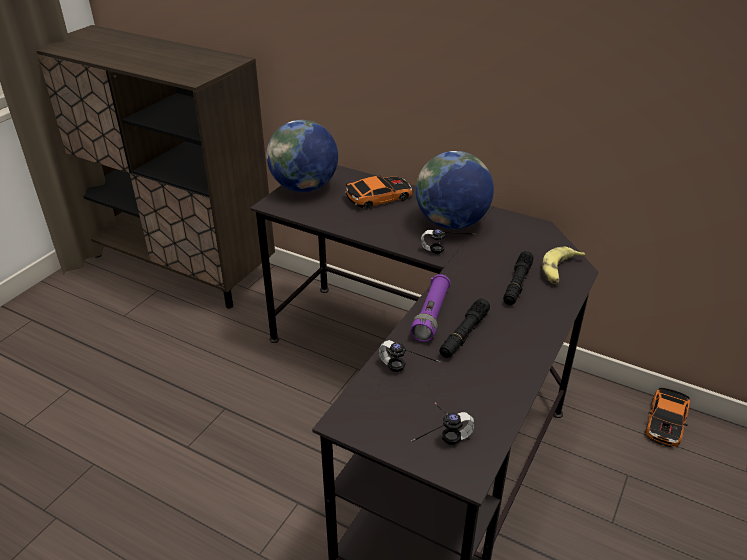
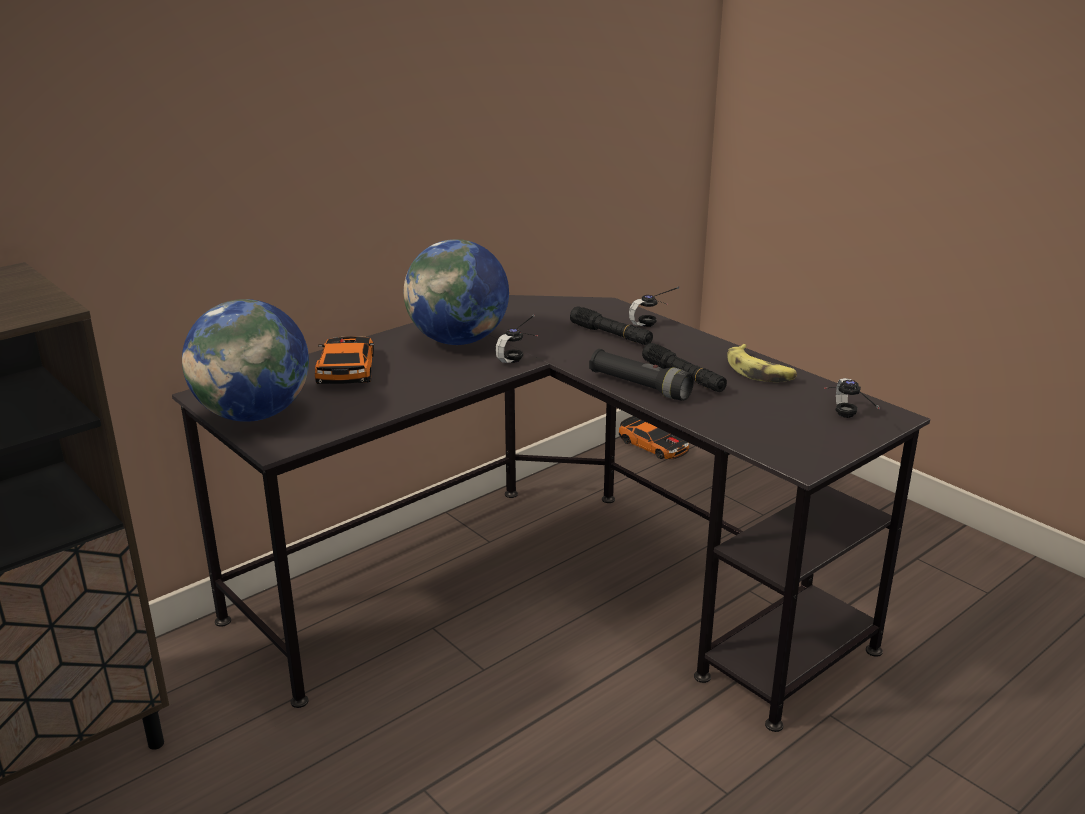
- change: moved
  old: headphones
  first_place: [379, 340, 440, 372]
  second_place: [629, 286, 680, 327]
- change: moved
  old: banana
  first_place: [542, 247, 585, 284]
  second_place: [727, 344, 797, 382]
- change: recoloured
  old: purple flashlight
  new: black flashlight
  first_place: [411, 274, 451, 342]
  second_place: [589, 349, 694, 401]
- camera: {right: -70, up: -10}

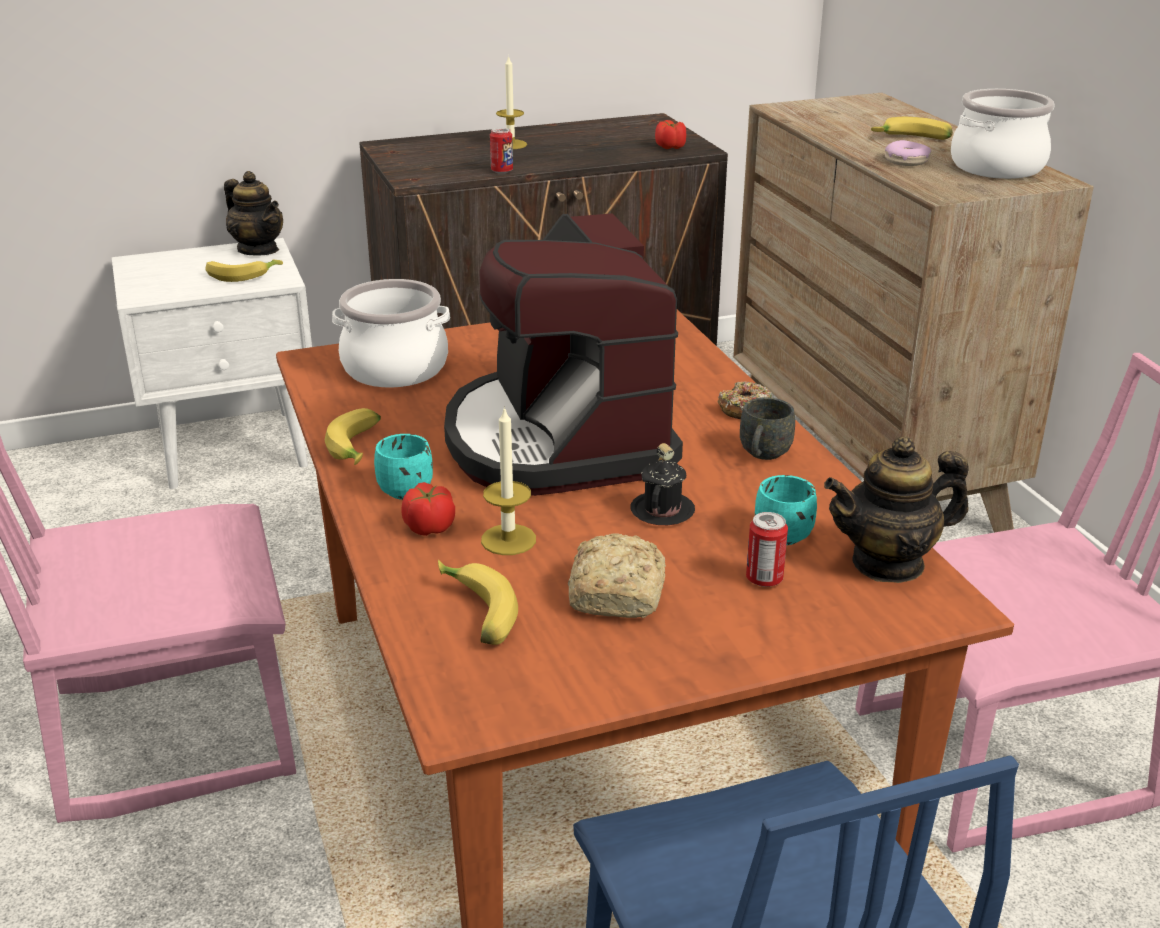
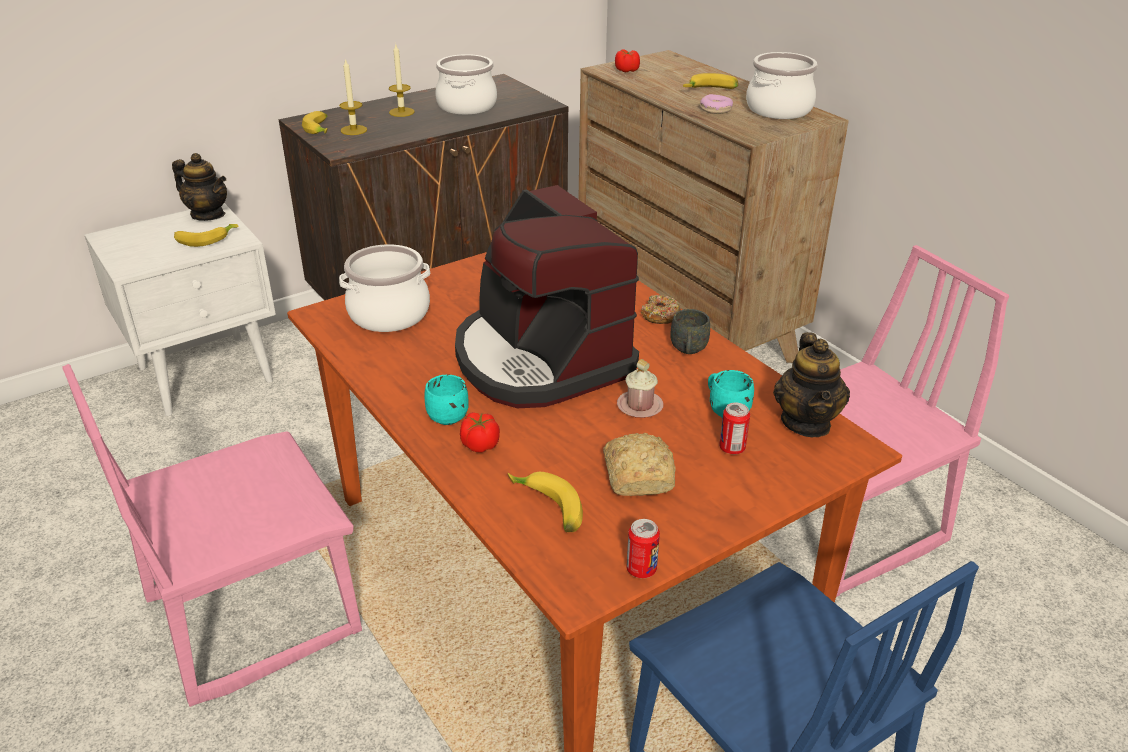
- change: added
  new: cooking pot
  second_place: [435, 54, 497, 115]
- change: moved
  old: banana
  first_place: [325, 408, 381, 465]
  second_place: [302, 111, 327, 134]
- change: moved
  old: candle
  first_place: [481, 406, 536, 555]
  second_place: [339, 59, 367, 135]
- change: moved
  old: can
  first_place: [490, 128, 513, 174]
  second_place: [626, 519, 660, 578]
- change: moved
  old: tomato
  first_place: [655, 120, 686, 149]
  second_place: [615, 49, 640, 72]
- change: recoloured
  old: black mug
  new: pink mug
  first_place: [630, 443, 695, 525]
  second_place: [617, 359, 664, 418]
- change: turned
  old: teapot
  first_place: [824, 436, 969, 583]
  second_place: [773, 332, 850, 437]
  degrees: -60
- camera: {right: -15, up: 5}

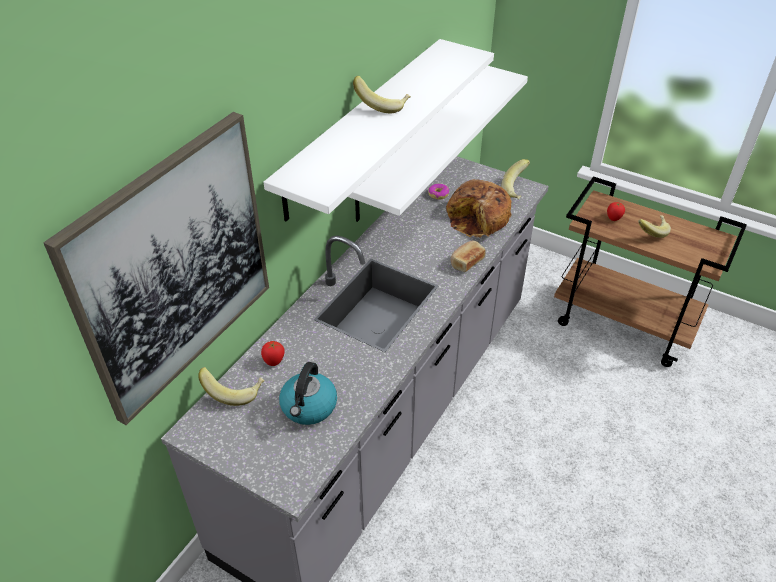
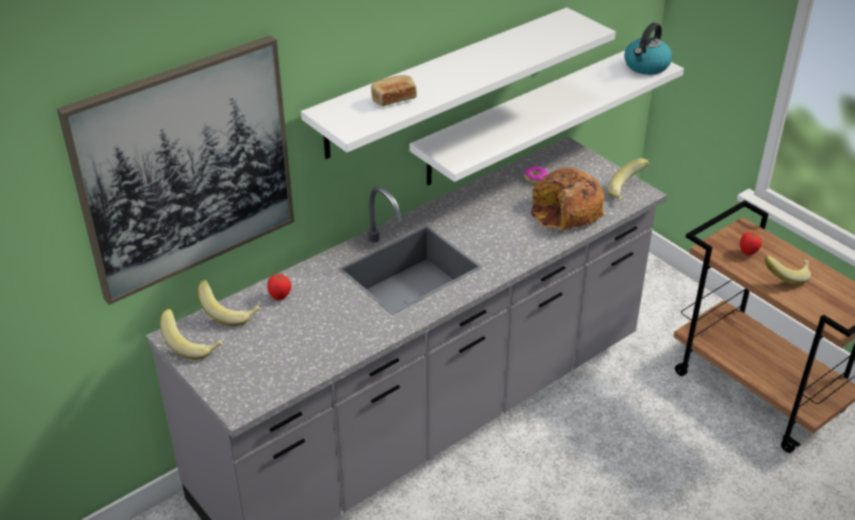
- change: moved
  old: kettle
  first_place: [279, 362, 337, 425]
  second_place: [624, 23, 672, 75]
- change: moved
  old: banana
  first_place: [353, 76, 411, 113]
  second_place: [160, 309, 223, 360]
- change: moved
  old: bread
  first_place: [450, 241, 486, 272]
  second_place: [371, 75, 417, 106]
- camera: {right: 20, up: -5}

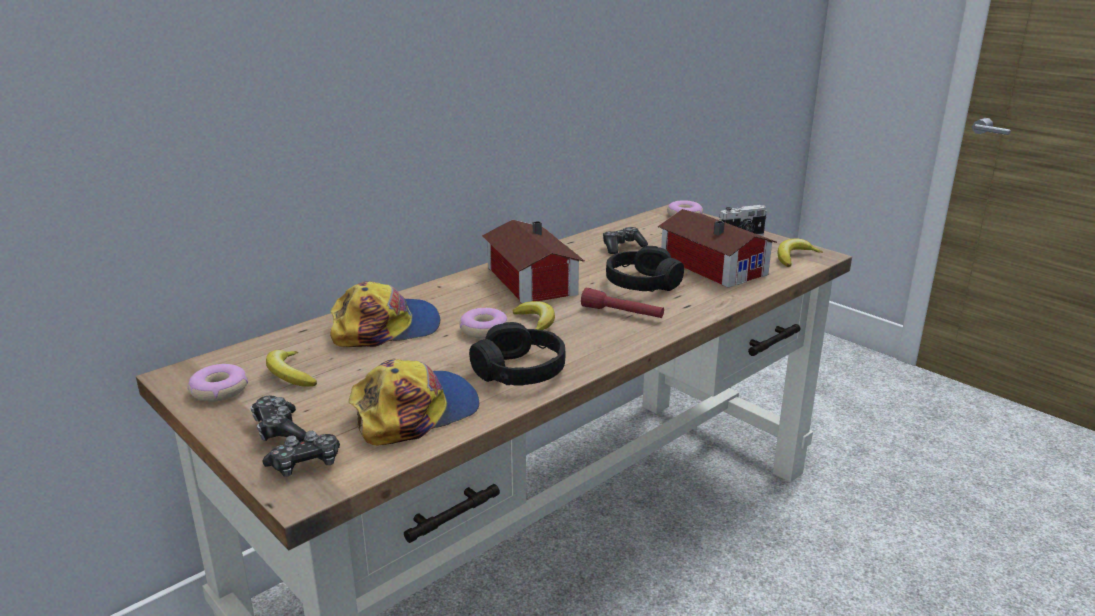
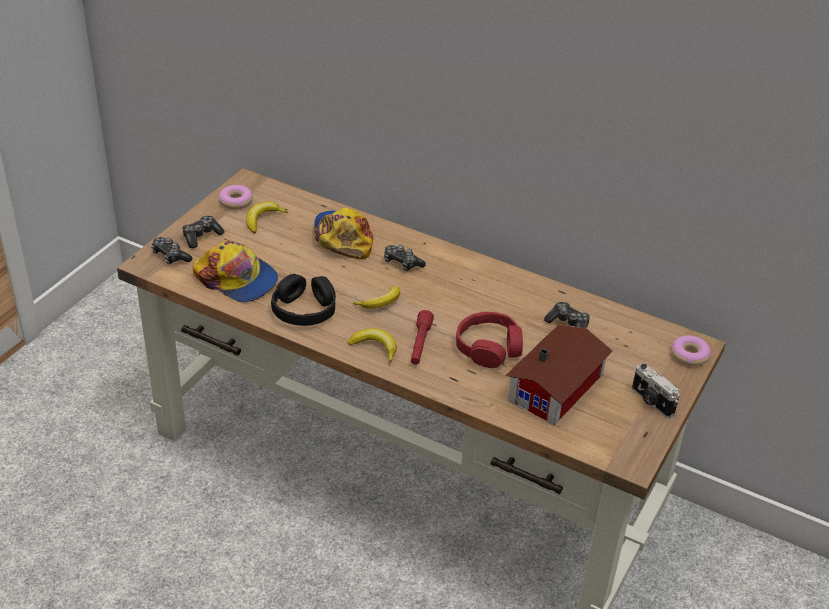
- change: removed
  old: donut
  first_place: [459, 308, 508, 338]
- change: removed
  old: toy house
  first_place: [482, 220, 585, 303]
- change: added
  new: game controller
  second_place: [384, 245, 426, 271]
- change: moved
  old: banana
  first_place: [778, 239, 823, 267]
  second_place: [348, 328, 397, 364]
- change: recoloured
  old: black headphones
  new: red headphones
  first_place: [606, 246, 684, 292]
  second_place: [456, 312, 523, 368]
- change: turned
  old: cap
  first_place: [330, 281, 440, 347]
  second_place: [314, 208, 373, 259]
  degrees: -150
- camera: {right: 70, up: 15}

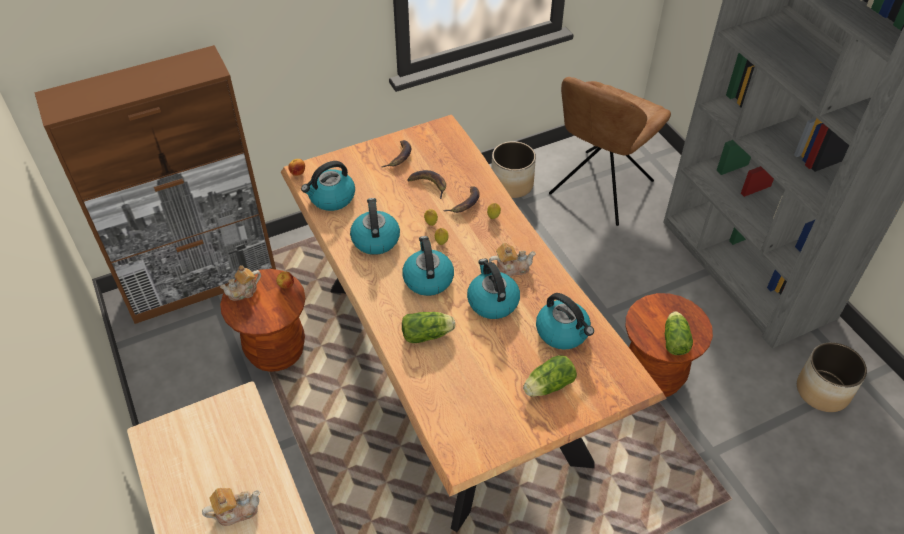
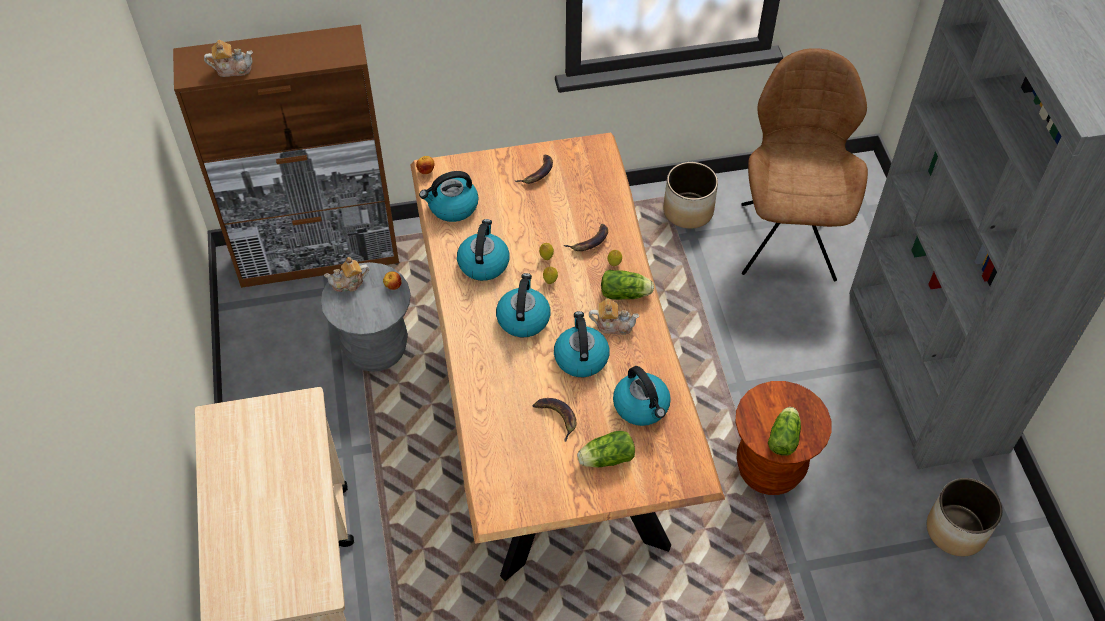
- change: moved
  old: teapot
  first_place: [202, 488, 260, 526]
  second_place: [204, 40, 253, 77]
- change: moved
  old: lettuce
  first_place: [402, 312, 455, 343]
  second_place: [601, 270, 654, 300]
- change: moved
  old: banana
  first_place: [407, 170, 446, 199]
  second_place: [533, 398, 576, 442]
- change: recoloured
  old: brown stool
  new: grey stool
  first_place: [220, 269, 305, 372]
  second_place: [321, 262, 410, 372]
- change: turned
  old: brown chair
  first_place: [549, 77, 671, 226]
  second_place: [741, 48, 868, 281]
  degrees: 135
- camera: {right: 15, up: 5}

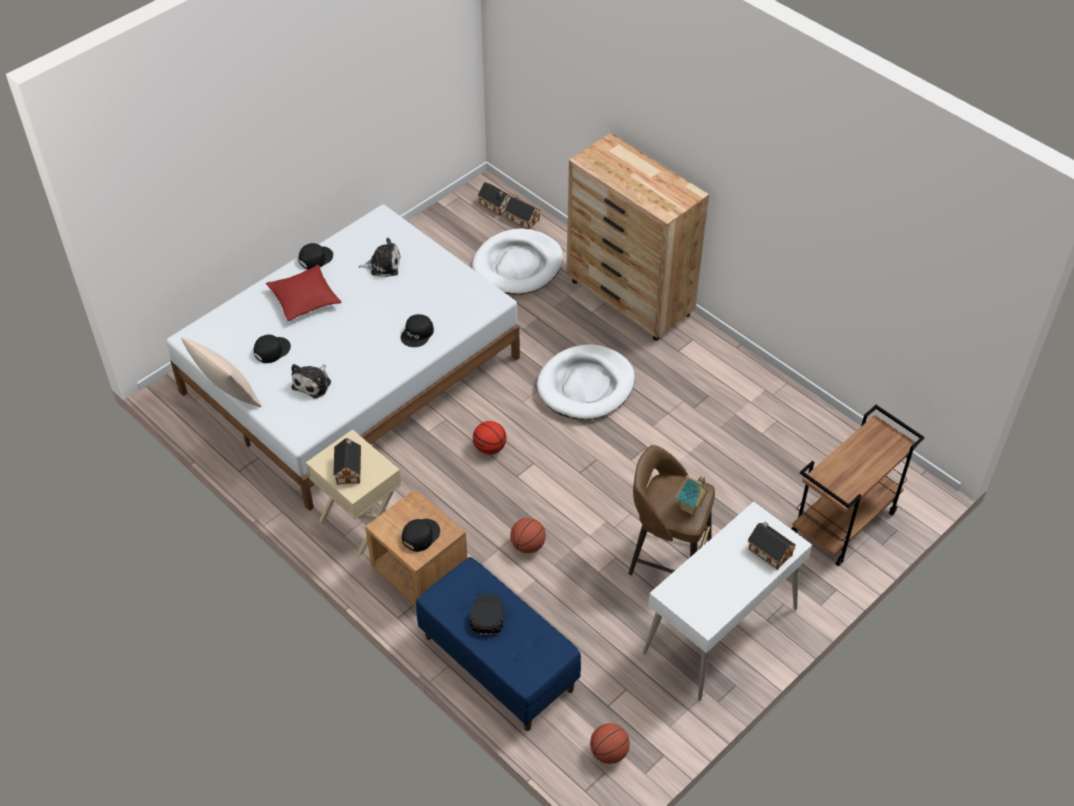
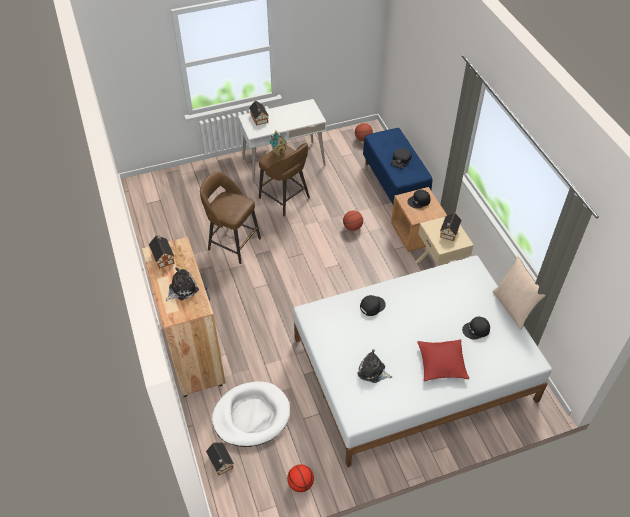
- change: removed
  old: black cap
  first_place: [299, 243, 333, 270]
- change: removed
  old: white dog bed
  first_place: [537, 344, 635, 420]
- change: removed
  old: brown cart
  first_place: [792, 405, 925, 566]
- change: added
  new: brown stool
  second_place: [200, 171, 261, 264]
- change: moved
  old: plush toy
  first_place: [291, 364, 331, 398]
  second_place: [166, 267, 199, 301]
- change: moved
  old: basketball
  first_place: [473, 421, 507, 455]
  second_place: [287, 465, 314, 492]
- change: moved
  old: toy house
  first_place: [478, 182, 512, 216]
  second_place: [149, 235, 175, 269]
- camera: {right: -155, up: 0}

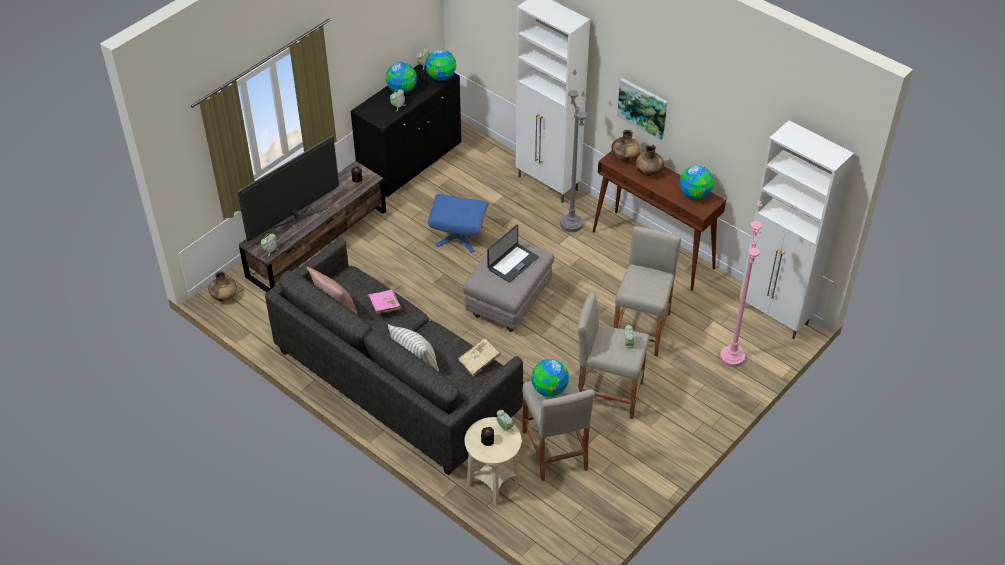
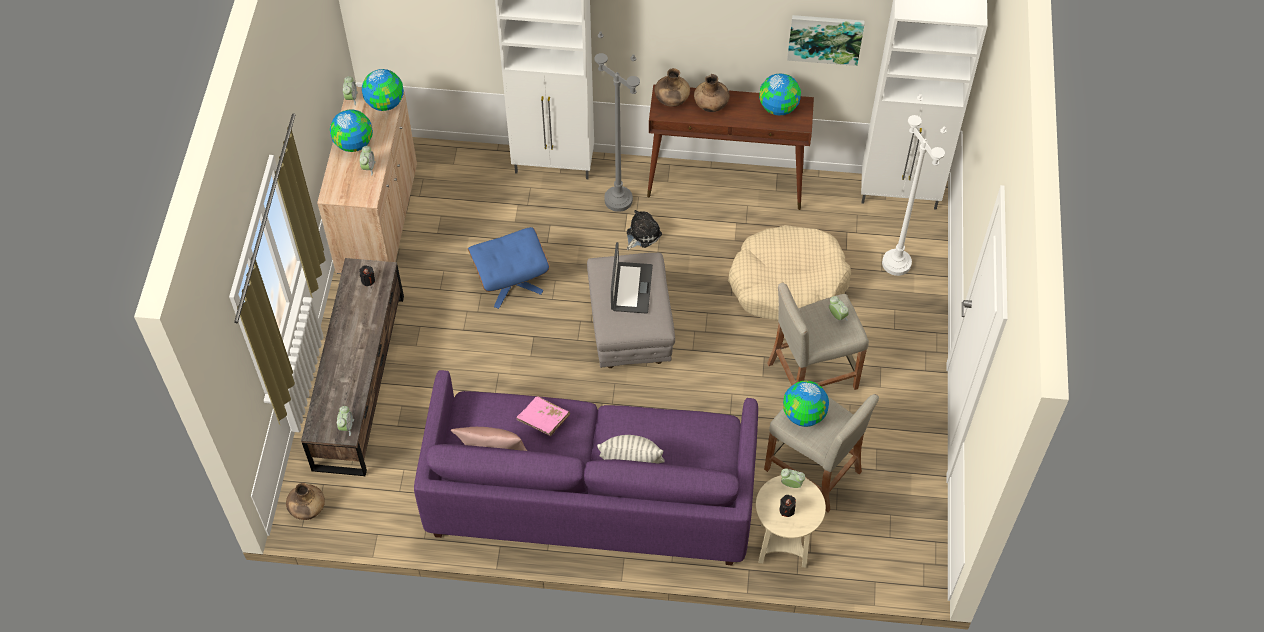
- change: removed
  old: television
  first_place: [237, 135, 339, 242]
- change: removed
  old: beige book
  first_place: [458, 338, 500, 377]
- change: added
  new: plush toy
  second_place: [627, 210, 662, 250]
- change: moved
  old: picture
  first_place: [617, 78, 668, 140]
  second_place: [787, 15, 865, 66]
- change: replaced
  old: beige stool
  new: beige dog bed
  first_place: [613, 226, 681, 356]
  second_place: [728, 225, 851, 320]
- change: recoloured
  old: grey sofa
  new: purple sofa
  first_place: [265, 239, 523, 475]
  second_place: [414, 370, 758, 565]
- change: recoloured
  old: black cabinet
  new: beige cabinet
  first_place: [350, 64, 461, 197]
  second_place: [317, 87, 417, 274]
- change: recoloured
  old: pink floor lamp
  new: white floor lamp
  first_place: [720, 201, 762, 367]
  second_place: [882, 94, 946, 276]
- camera: {right: -35, up: 10}

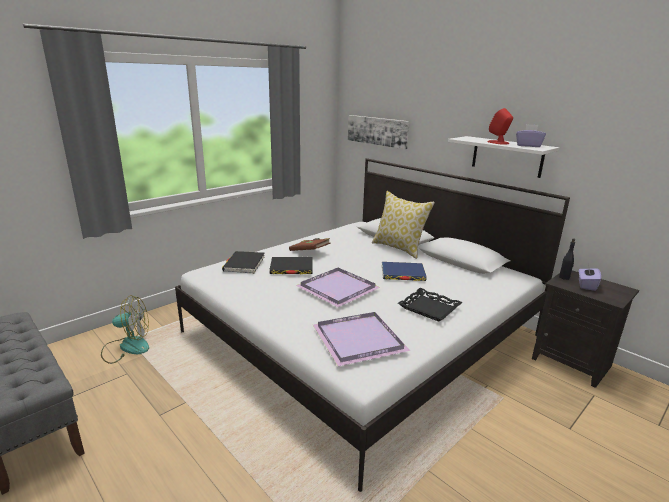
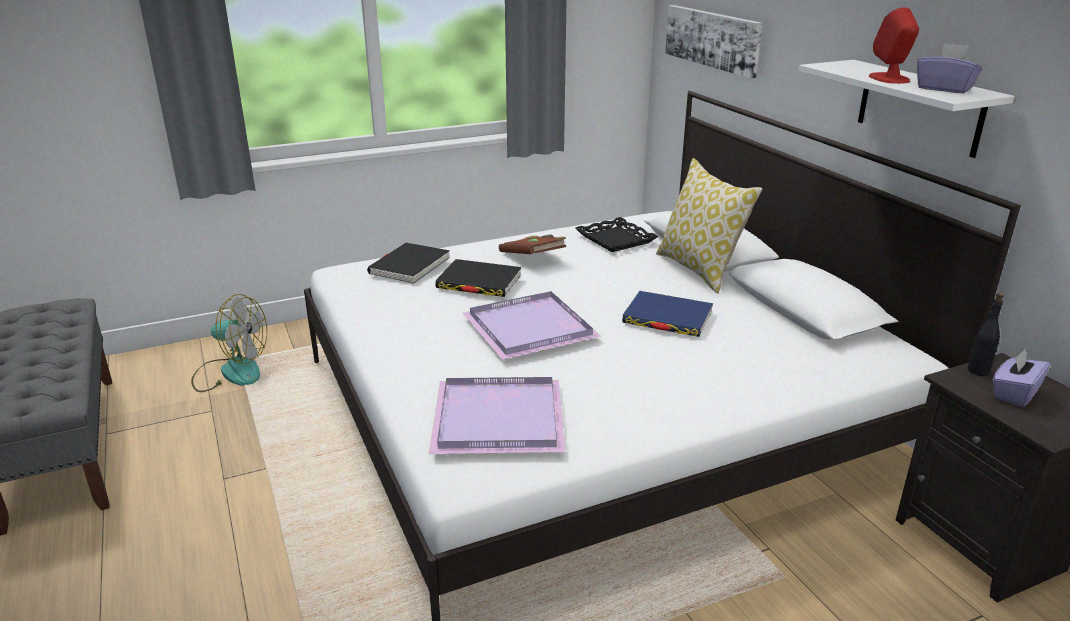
- change: moved
  old: black tray
  first_place: [398, 288, 463, 322]
  second_place: [575, 217, 659, 252]
- camera: {right: 20, up: 5}

